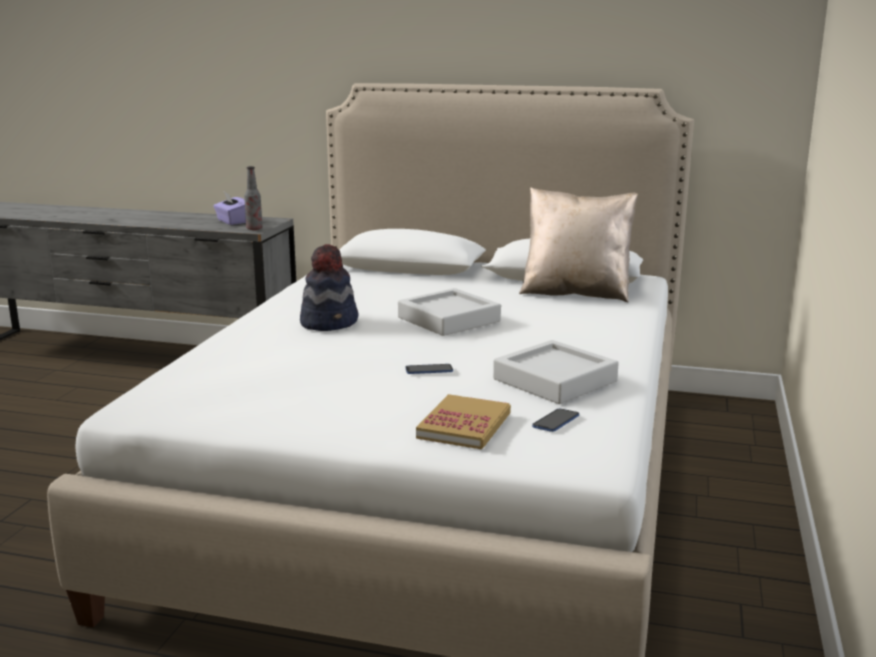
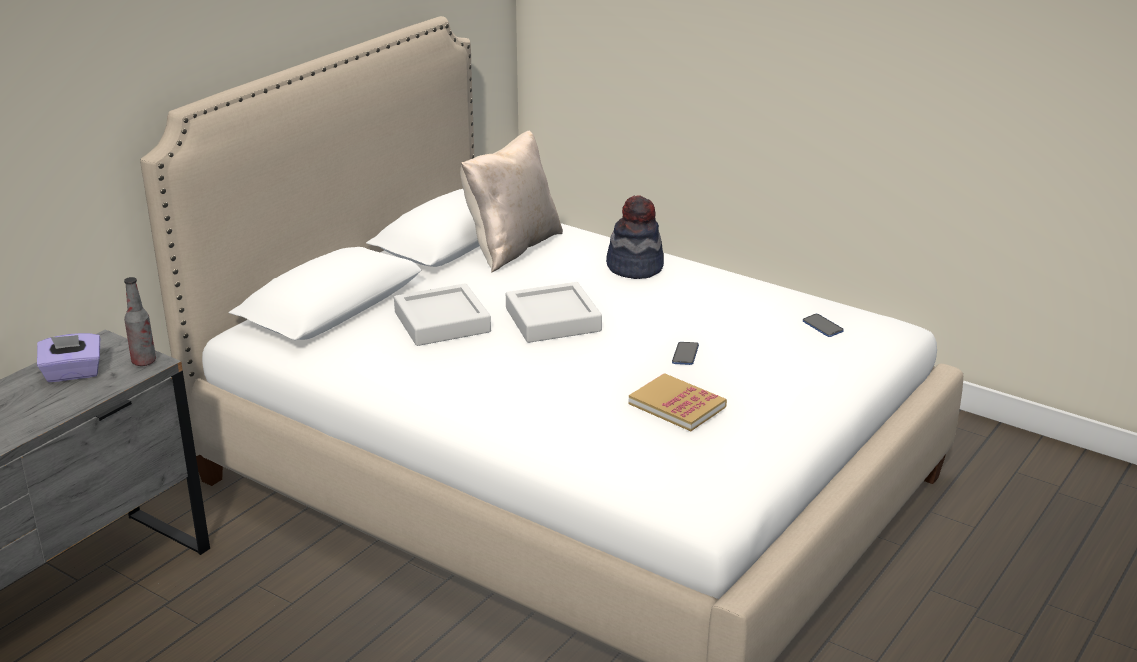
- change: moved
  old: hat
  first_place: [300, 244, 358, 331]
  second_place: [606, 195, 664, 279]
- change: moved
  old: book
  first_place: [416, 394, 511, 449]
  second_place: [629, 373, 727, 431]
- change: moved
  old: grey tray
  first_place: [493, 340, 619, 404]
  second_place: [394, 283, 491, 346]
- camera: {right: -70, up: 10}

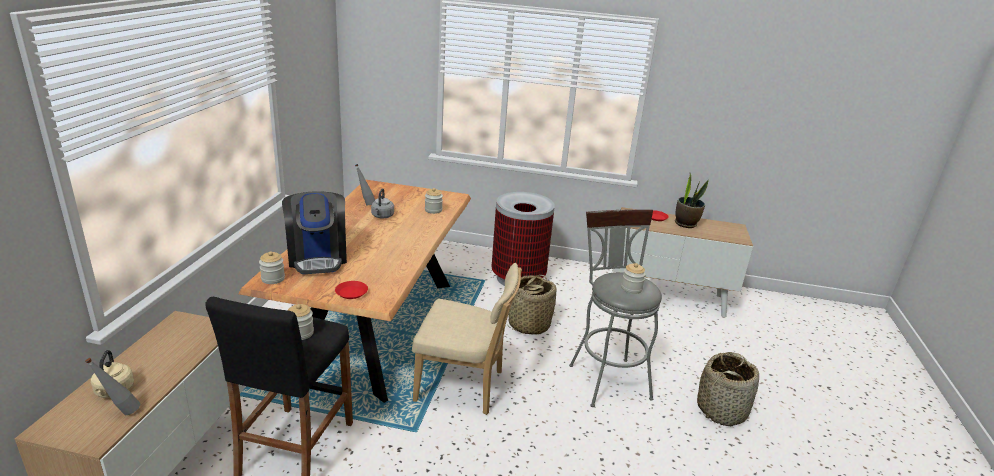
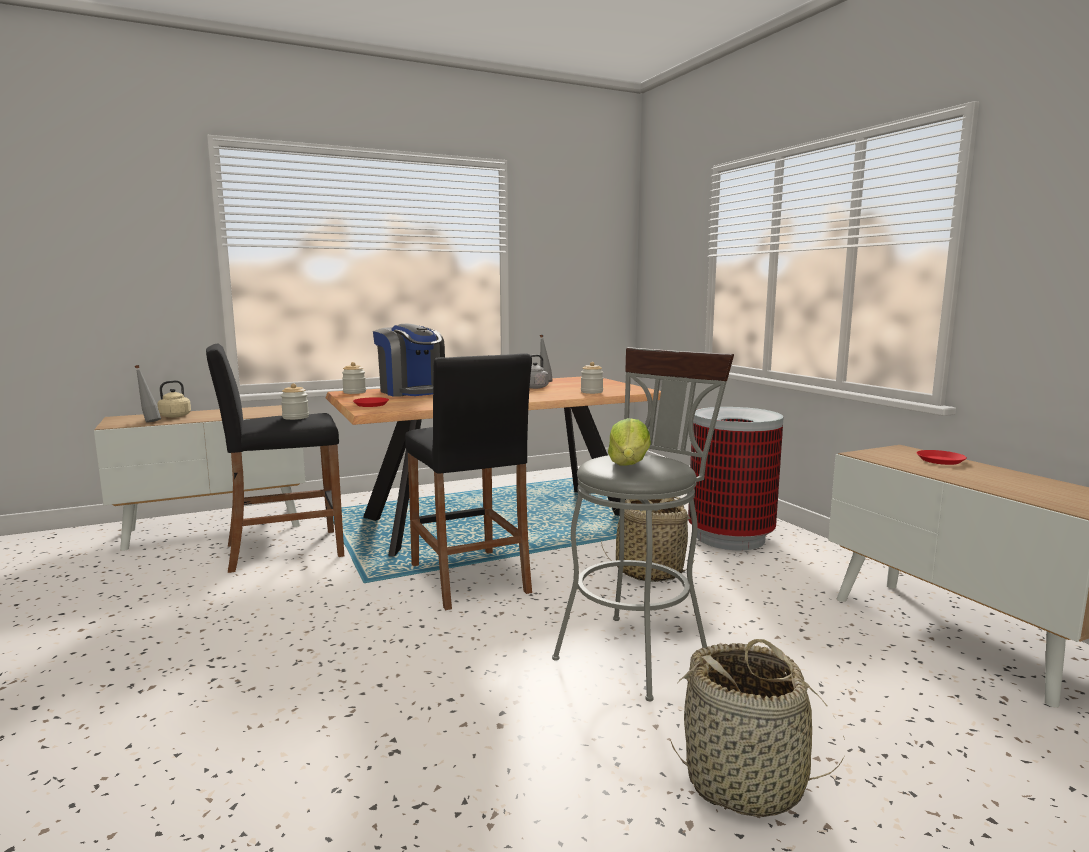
- change: removed
  old: potted plant
  first_place: [675, 173, 709, 228]
- change: replaced
  old: beige chair
  new: black stool
  first_place: [412, 263, 522, 415]
  second_place: [405, 353, 532, 610]
- change: replaced
  old: jar
  new: lettuce
  first_place: [621, 263, 646, 294]
  second_place: [608, 418, 651, 465]
- change: turned
  old: coffee machine
  first_place: [282, 191, 347, 274]
  second_place: [373, 324, 445, 397]
  degrees: -75
- camera: {right: 55, up: -15}

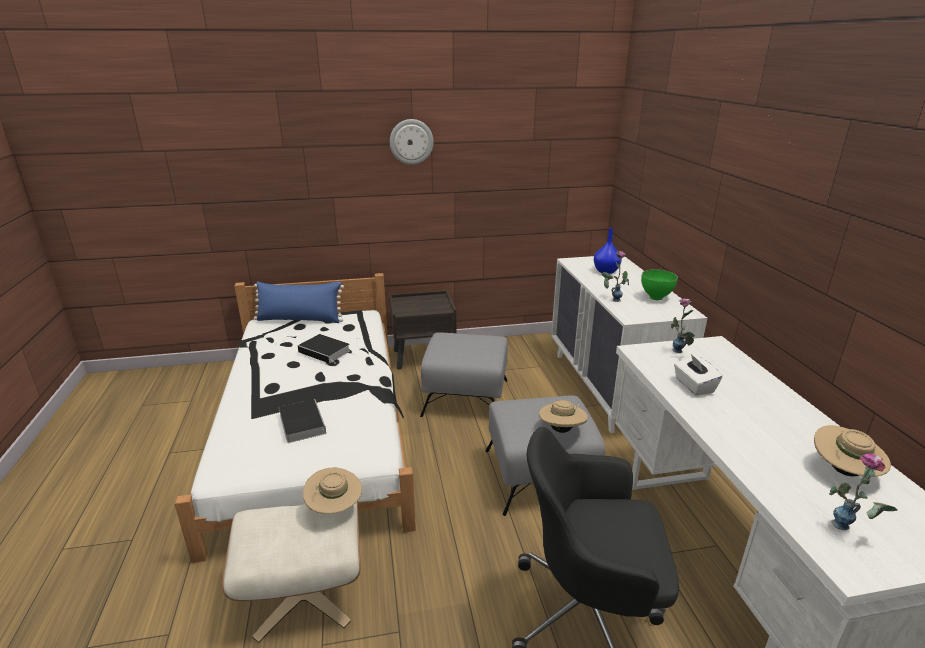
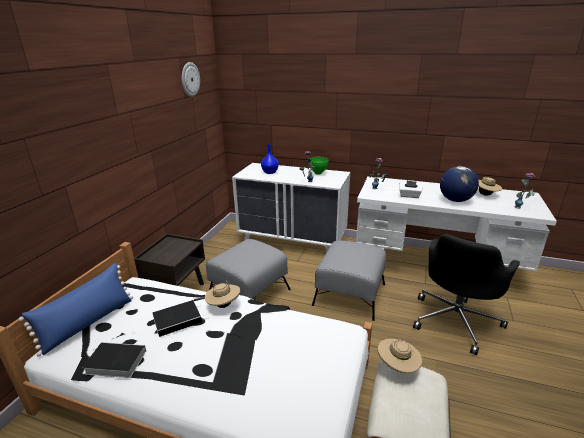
- change: added
  new: globe
  second_place: [440, 166, 479, 202]
- change: moved
  old: book
  first_place: [279, 399, 326, 443]
  second_place: [82, 342, 146, 378]
- change: moved
  old: wall clock
  first_place: [390, 119, 434, 165]
  second_place: [182, 62, 200, 97]
- change: moved
  old: beige hat
  first_place: [539, 400, 588, 433]
  second_place: [205, 281, 240, 308]
- camera: {right: -60, up: 0}

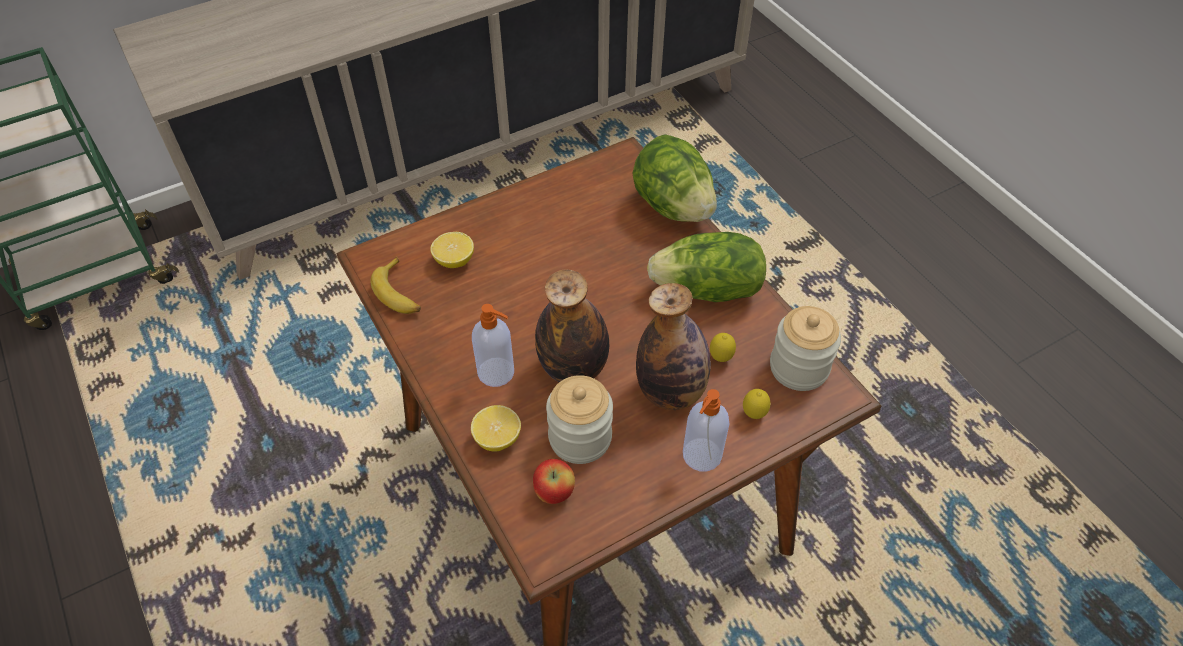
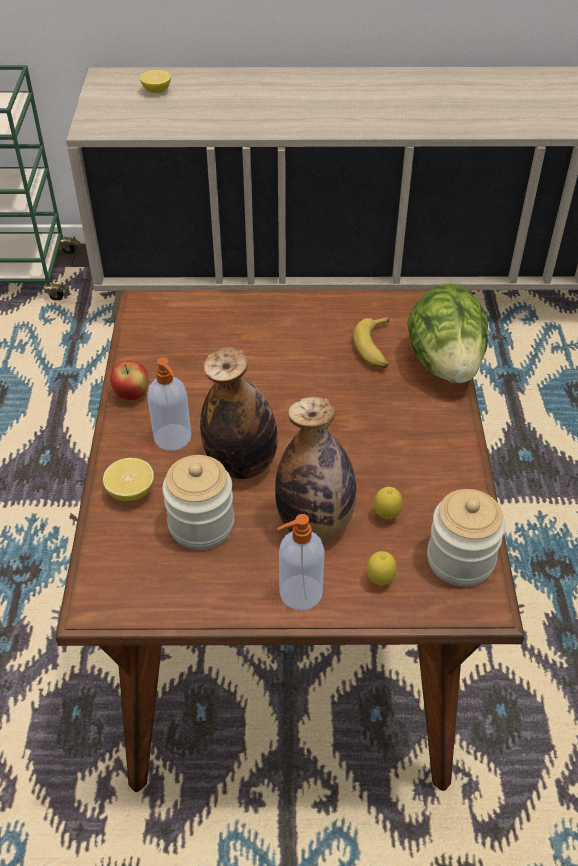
- change: removed
  old: lettuce
  first_place: [647, 232, 766, 302]
- change: moved
  old: banana
  first_place: [371, 257, 421, 314]
  second_place: [353, 316, 389, 368]
- change: moved
  old: lemon
  first_place: [430, 232, 474, 268]
  second_place: [140, 70, 171, 93]
- change: moved
  old: apple
  first_place: [533, 459, 575, 504]
  second_place: [110, 360, 149, 400]
- camera: {right: 30, up: -5}

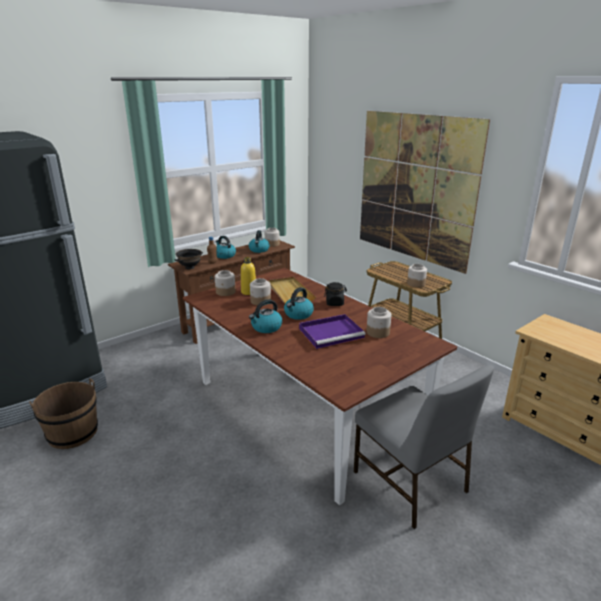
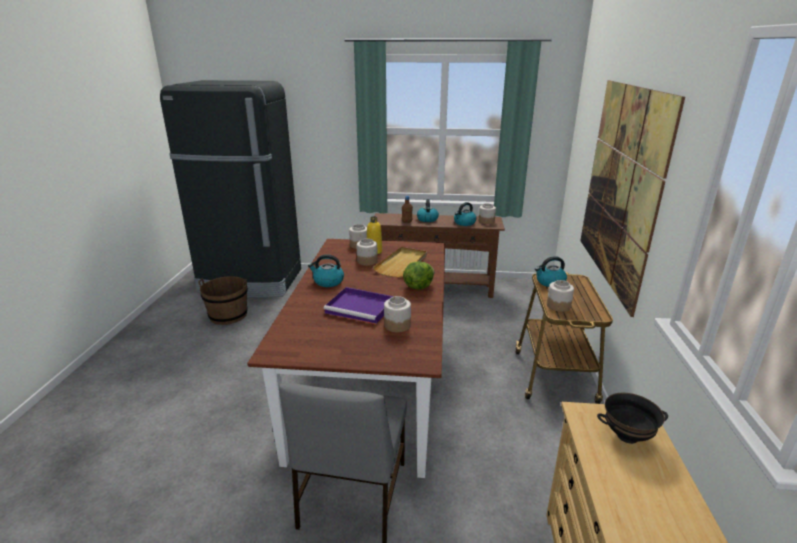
- change: moved
  old: black bowl
  first_place: [175, 249, 203, 269]
  second_place: [597, 393, 668, 444]
- change: moved
  old: kettle
  first_place: [284, 287, 314, 320]
  second_place: [535, 256, 567, 287]
- change: replaced
  old: black jar
  new: lettuce
  first_place: [324, 282, 347, 306]
  second_place: [403, 261, 434, 290]
- camera: {right: 45, up: 0}

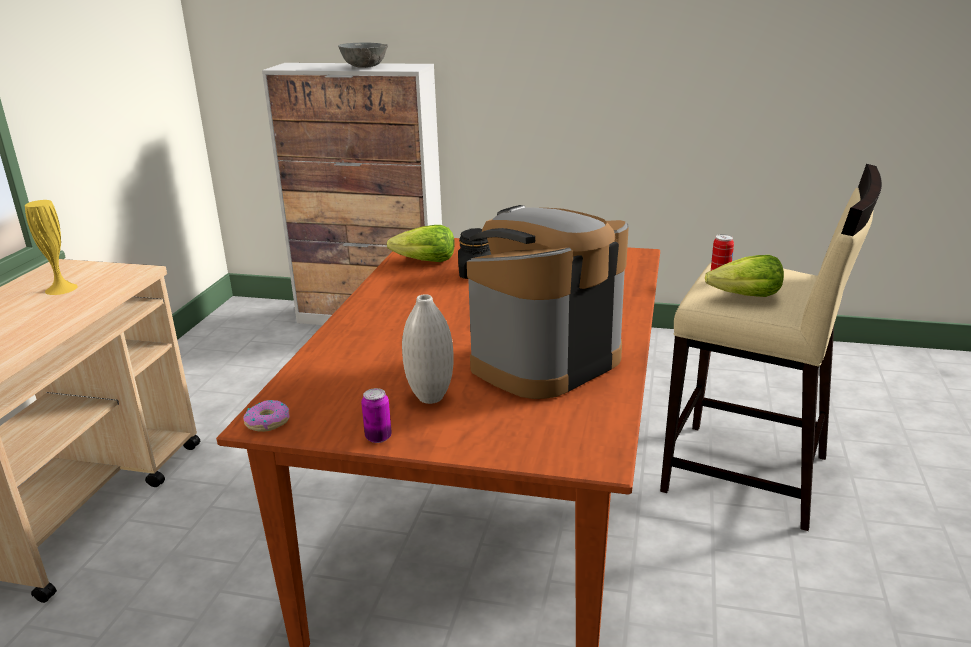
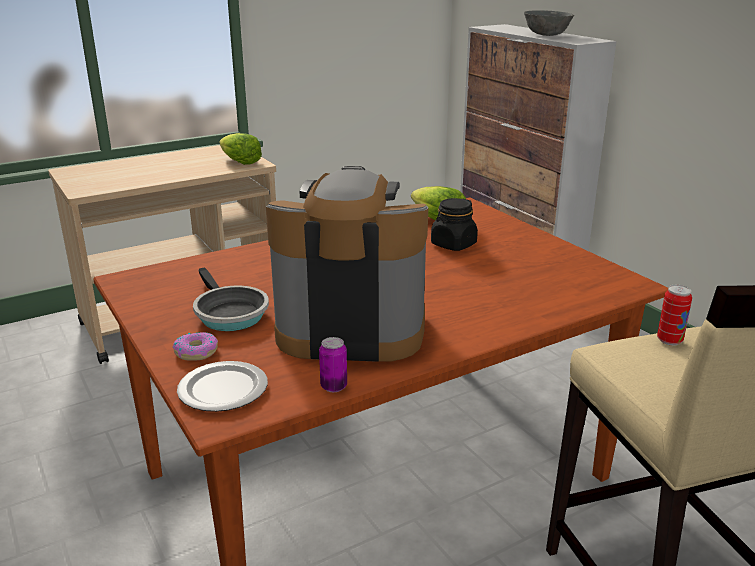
- change: removed
  old: yellow vase
  first_place: [25, 200, 78, 295]
- change: added
  new: plate
  second_place: [177, 361, 268, 412]
- change: moved
  old: donut
  first_place: [243, 400, 290, 432]
  second_place: [173, 332, 218, 360]
- change: moved
  old: can
  first_place: [361, 388, 392, 443]
  second_place: [319, 337, 347, 392]
- change: moved
  old: lettuce
  first_place: [705, 255, 784, 297]
  second_place: [219, 133, 262, 165]
- change: replaced
  old: white vase
  new: frying pan
  first_place: [402, 294, 454, 404]
  second_place: [193, 267, 269, 331]
- camera: {right: 45, up: 0}

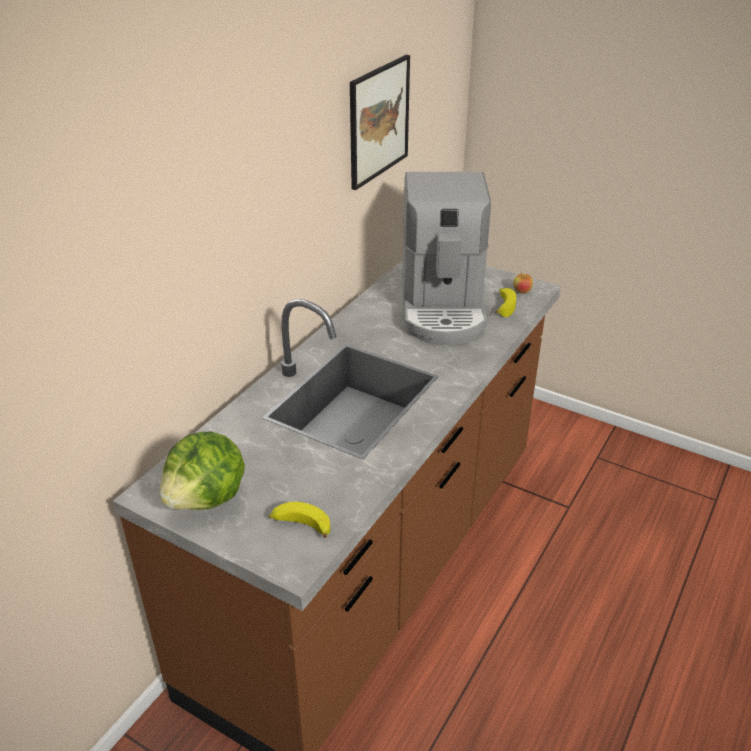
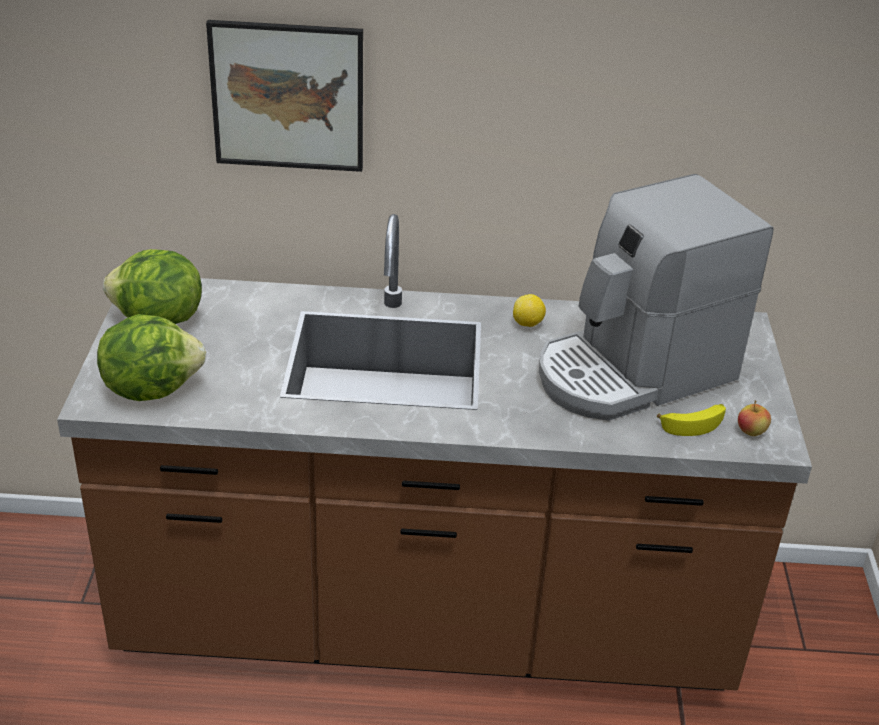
- change: added
  new: lemon
  second_place: [513, 294, 546, 327]
- change: moved
  old: picture
  first_place: [350, 55, 410, 190]
  second_place: [206, 20, 363, 172]
- change: replaced
  old: banana
  new: lettuce
  first_place: [269, 502, 330, 538]
  second_place: [97, 314, 206, 401]
- camera: {right: 60, up: 0}

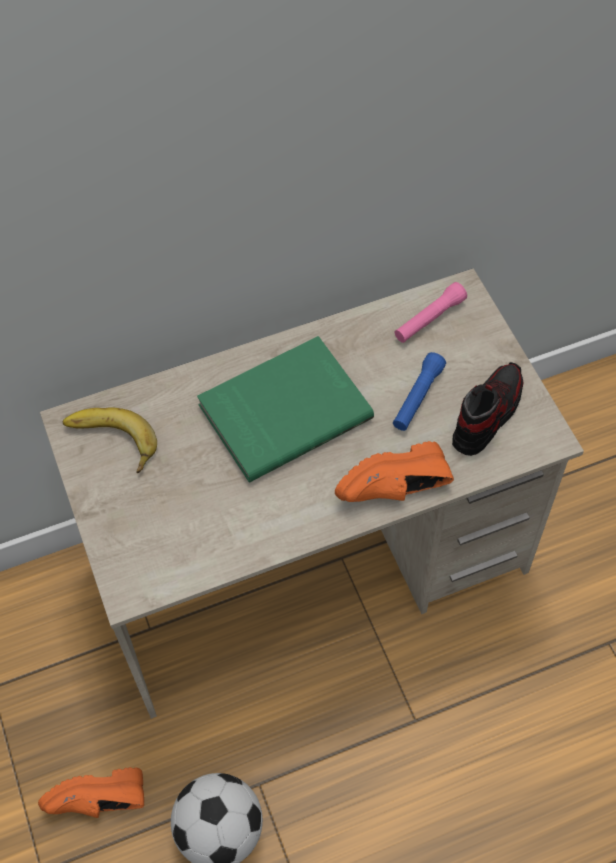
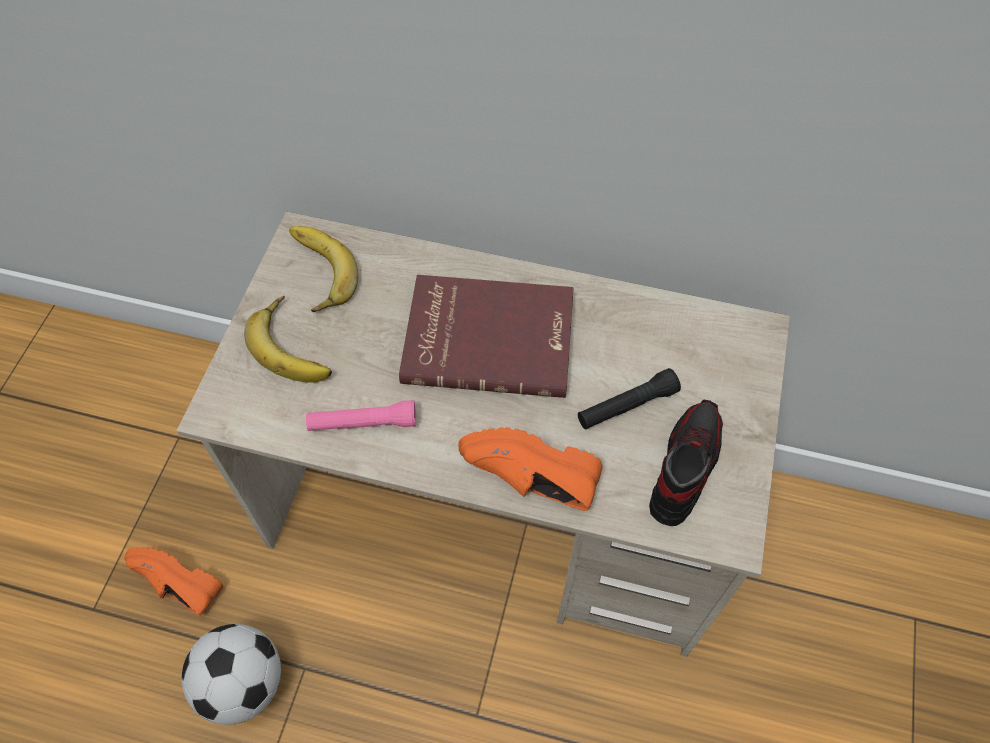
- change: added
  new: banana
  second_place: [244, 296, 332, 383]
- change: moved
  old: pink flashlight
  first_place: [395, 282, 467, 343]
  second_place: [306, 400, 416, 431]
- change: recoloured
  old: green book
  new: red book
  first_place: [197, 336, 374, 483]
  second_place: [399, 275, 574, 398]
- change: recoloured
  old: blue flashlight
  new: black flashlight
  first_place: [393, 352, 446, 431]
  second_place: [578, 368, 681, 430]
- change: turned
  old: shoe
  first_place: [452, 362, 524, 456]
  second_place: [649, 400, 723, 526]
  degrees: -45
- camera: {right: 35, up: 0}

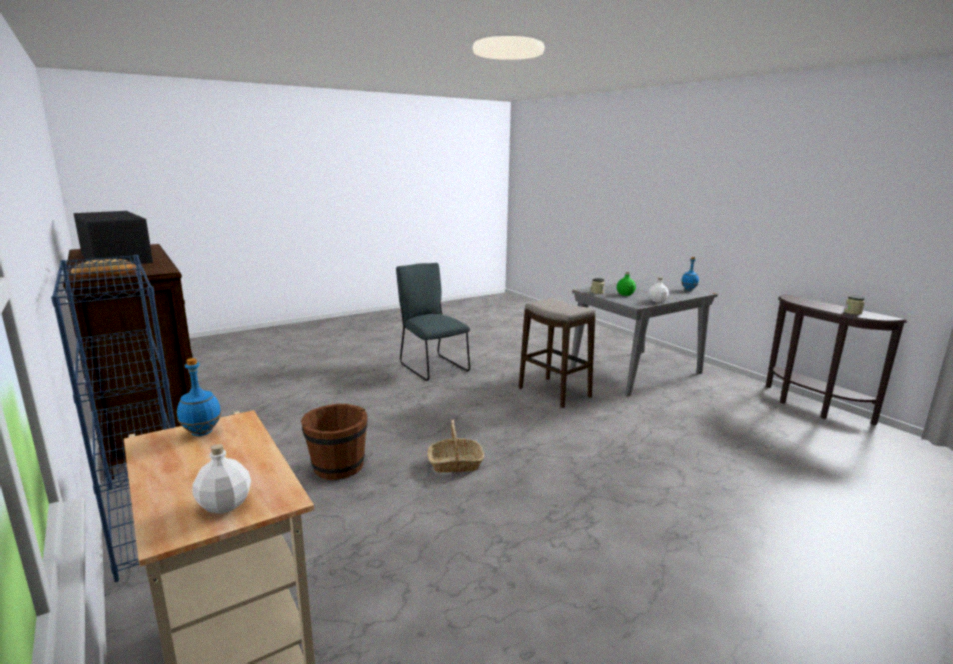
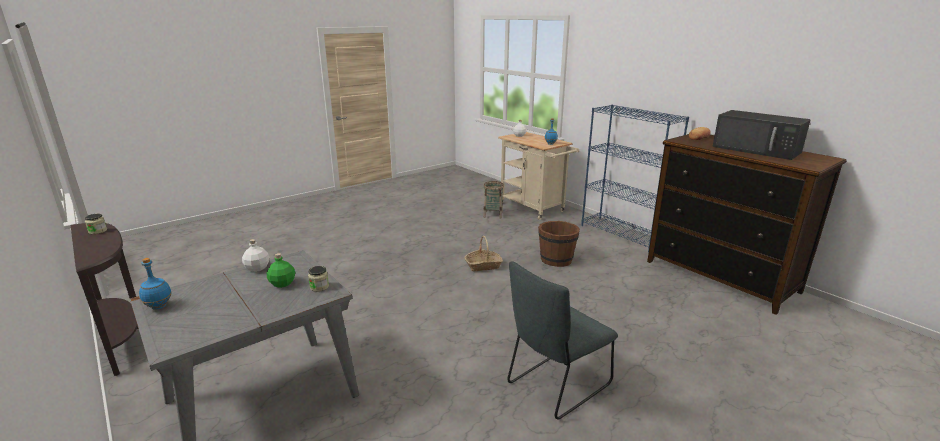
- change: removed
  old: stool
  first_place: [519, 298, 595, 408]
- change: added
  new: basket
  second_place: [483, 181, 504, 219]
- change: turned
  old: grey chair
  first_place: [396, 263, 470, 381]
  second_place: [507, 261, 618, 420]
  degrees: 90
- camera: {right: 175, up: 5}

